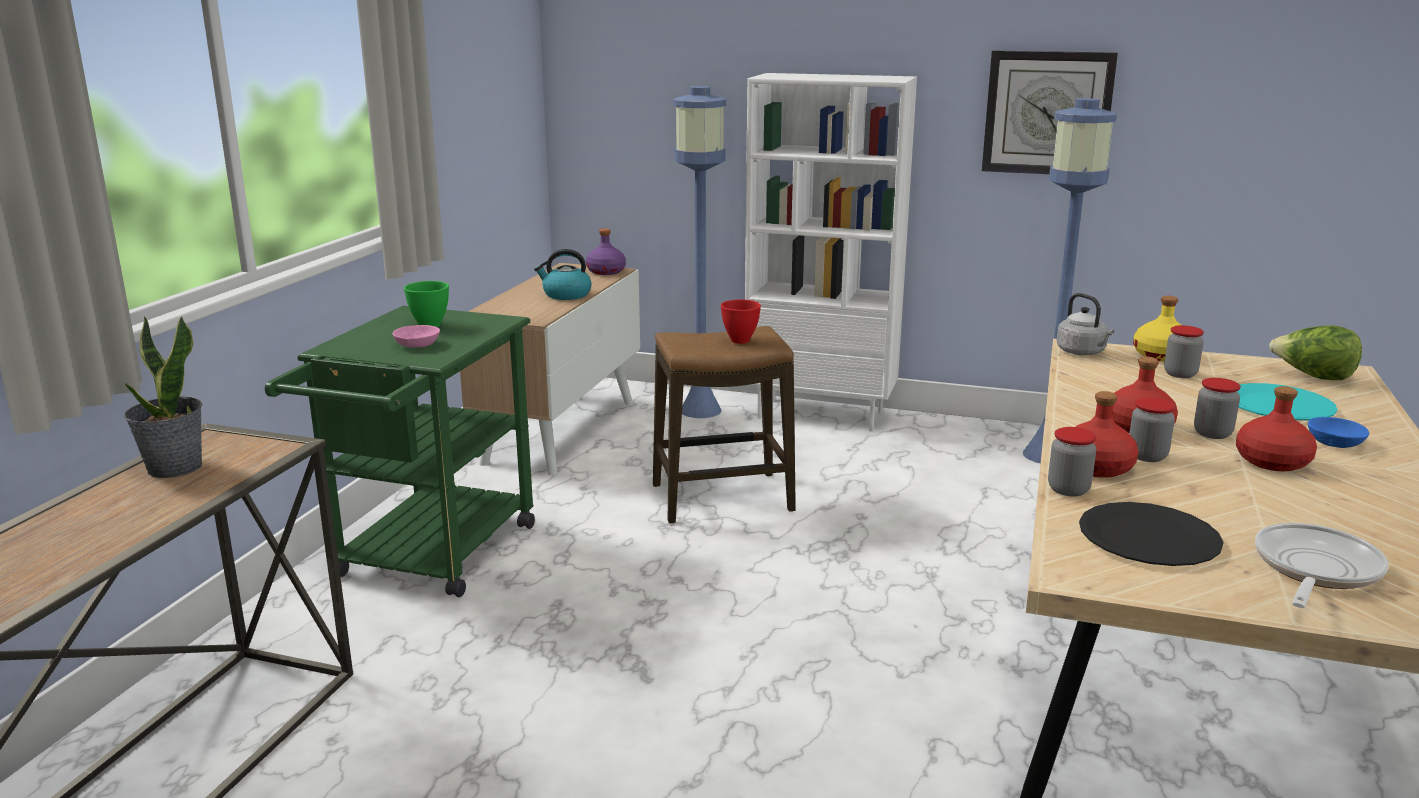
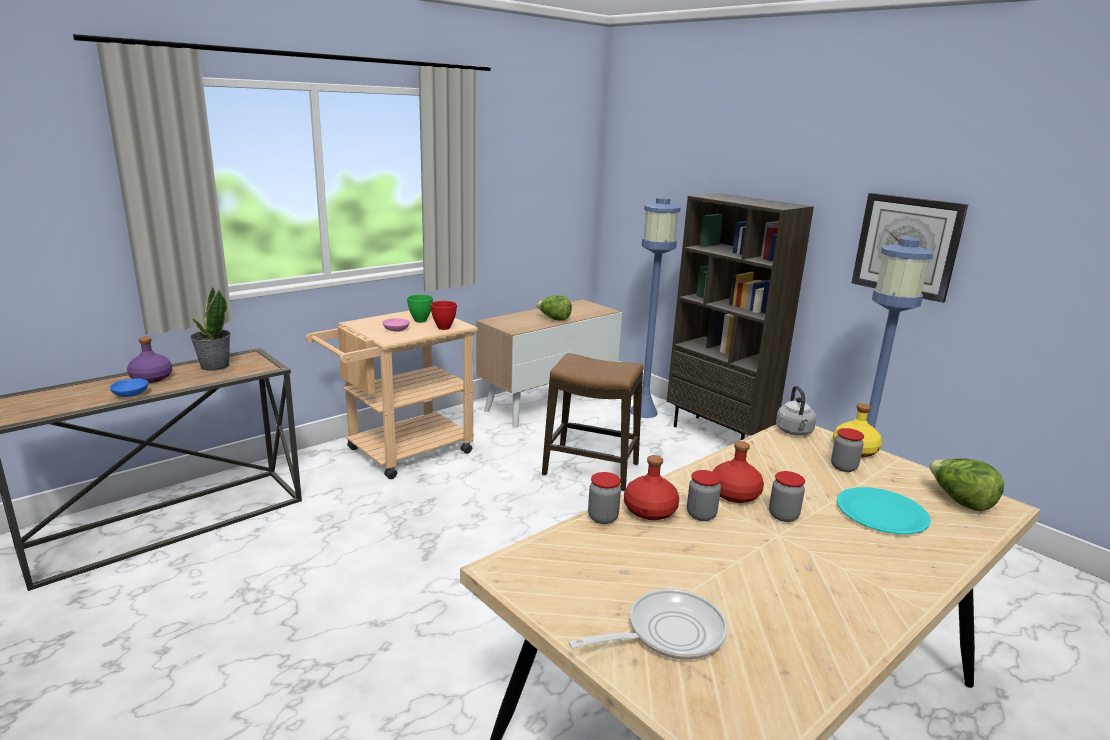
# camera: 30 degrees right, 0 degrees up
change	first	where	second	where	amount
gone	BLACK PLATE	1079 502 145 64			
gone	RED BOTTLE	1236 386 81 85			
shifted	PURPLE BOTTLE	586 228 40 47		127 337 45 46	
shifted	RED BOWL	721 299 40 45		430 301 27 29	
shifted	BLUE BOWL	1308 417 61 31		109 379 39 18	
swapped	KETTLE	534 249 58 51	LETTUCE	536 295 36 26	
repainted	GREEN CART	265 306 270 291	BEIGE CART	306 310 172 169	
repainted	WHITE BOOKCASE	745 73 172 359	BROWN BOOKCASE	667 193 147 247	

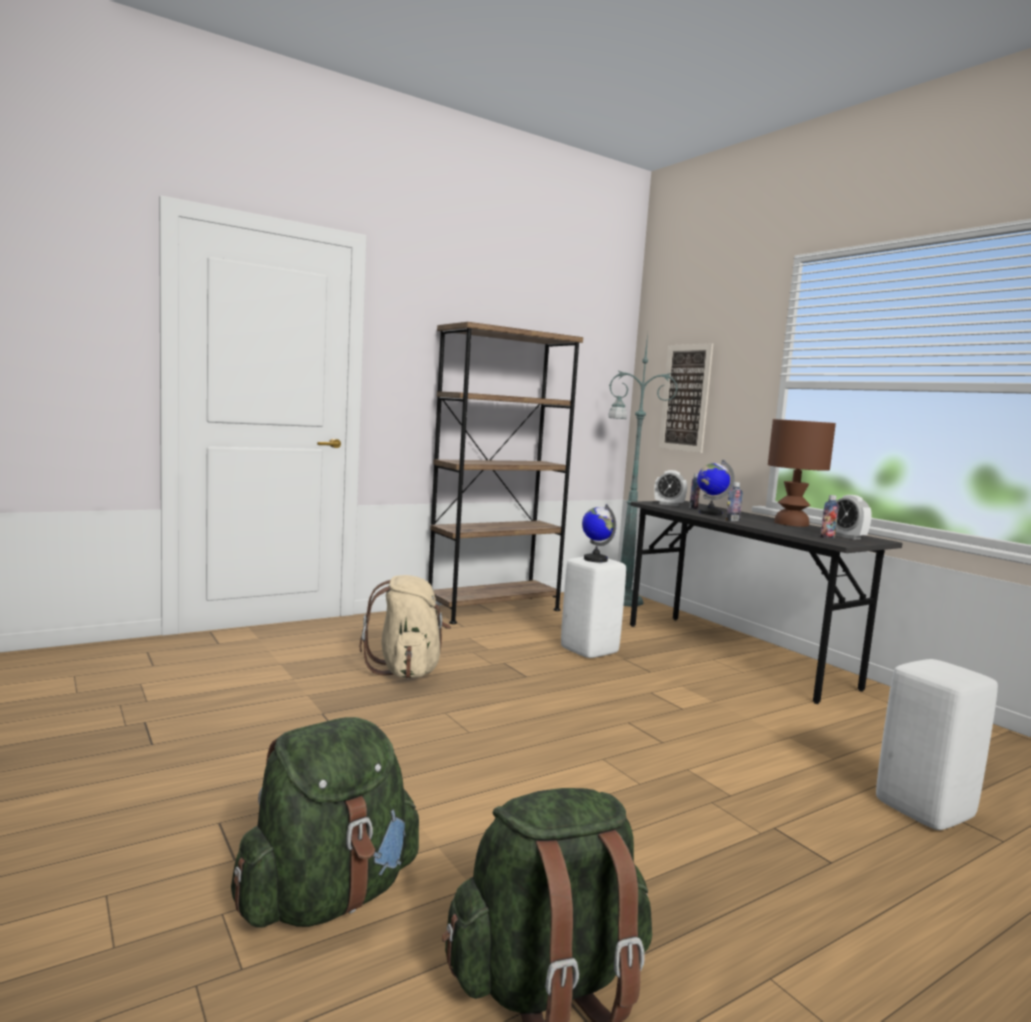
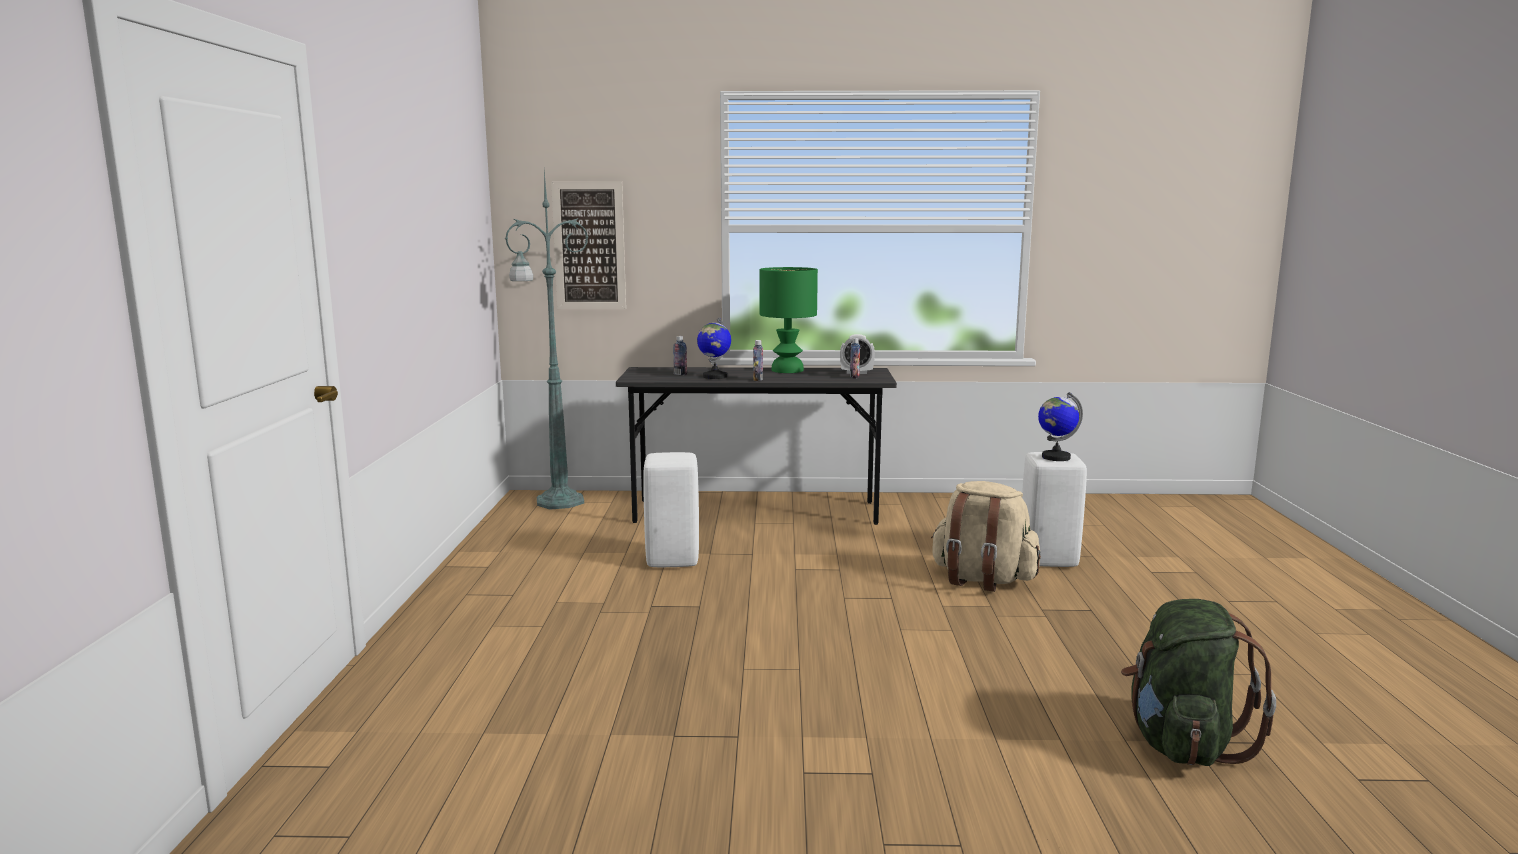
# camera: 55 degrees left, 5 degrees up
change	first	where	second	where	amount
gone	GREEN BACKPACK	231 717 188 211			
gone	BROWN BOOKCASE	428 322 155 302			
gone	ALARM CLOCK	654 470 33 36			
shifted	BEIGE BACKPACK	360 575 91 104		931 481 110 111	
shifted	GLOBE	582 504 34 59		1038 392 45 69	
repainted	BROWN TABLE LAMP	768 419 68 108	GREEN TABLE LAMP	760 267 58 106	

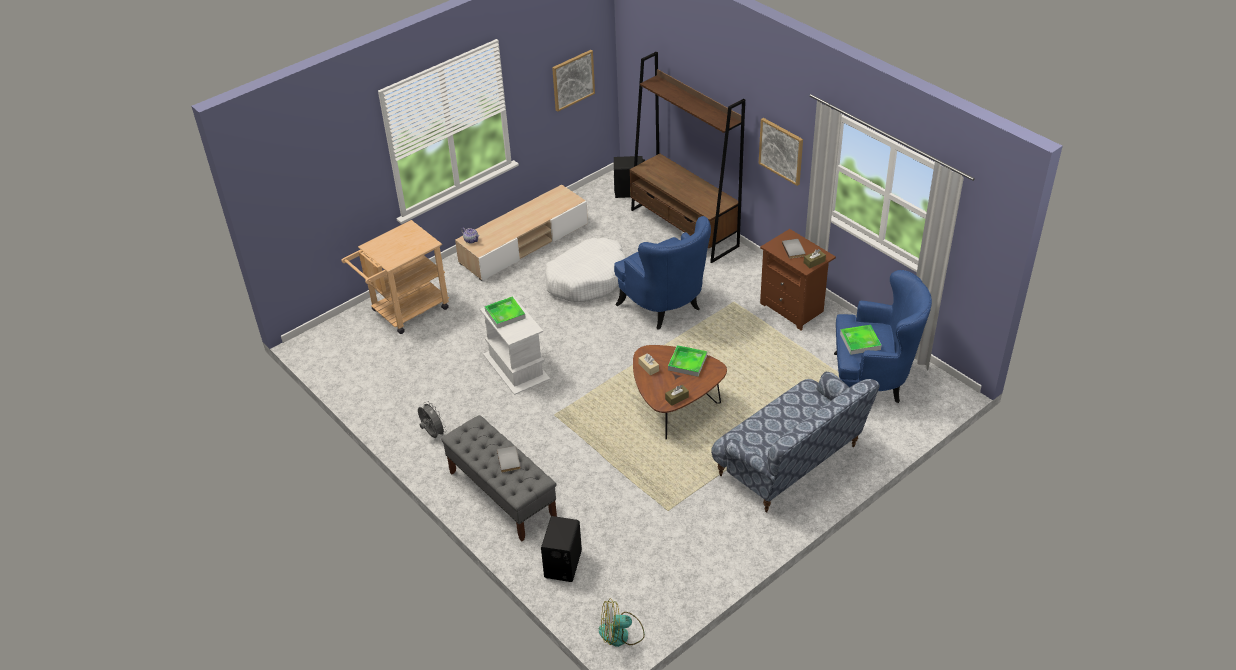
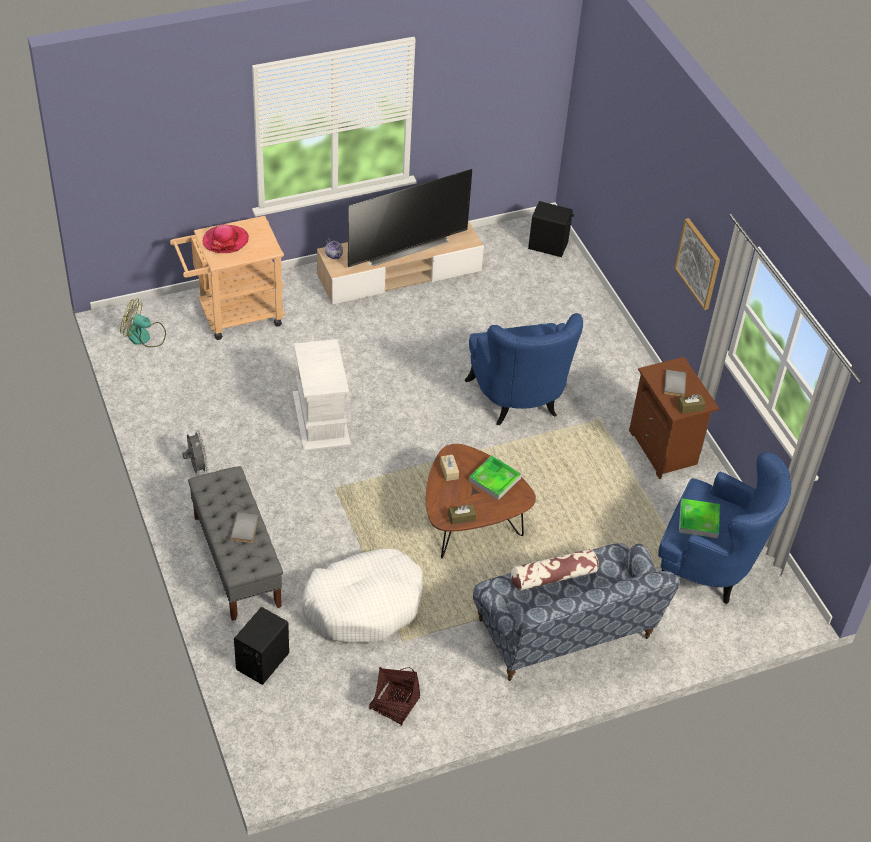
# camera: 15 degrees right, 5 degrees up
change	first	where	second	where	amount
gone	TRAY	484 297 42 32			
gone	PICTURE	552 50 43 62			
gone	BROWN BOOKCASE	630 52 115 211			
new			HAT	203 224 46 29	
new			TELEVISION	348 169 124 98	
new			BASKET	369 667 51 59	
new			PILLOW	511 549 88 42	
shifted	WHITE DOG BED	546 237 80 65		302 549 121 94	
shifted	FAN	599 598 46 49		120 299 46 48	

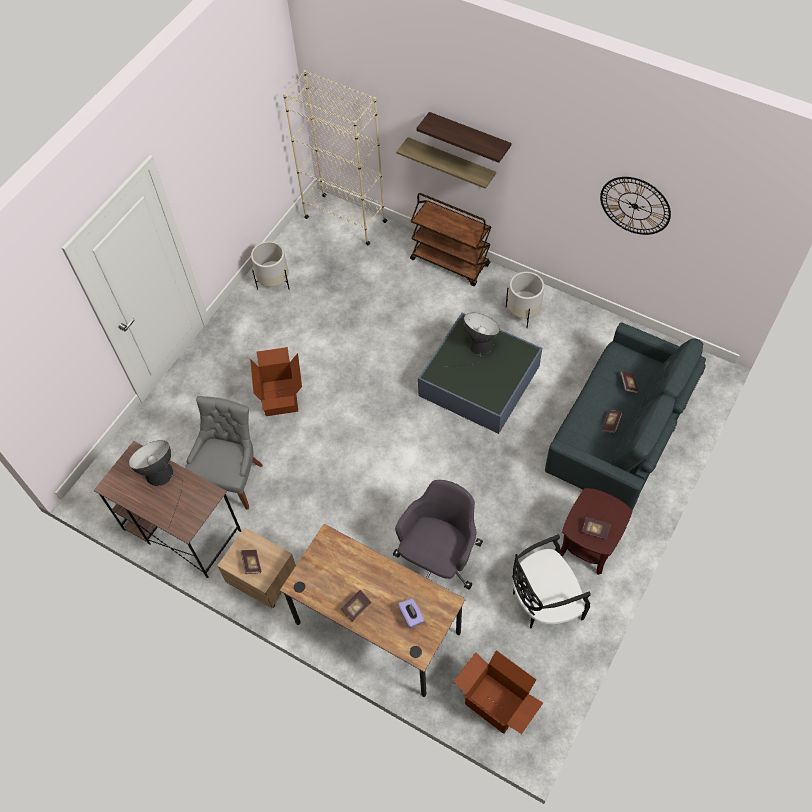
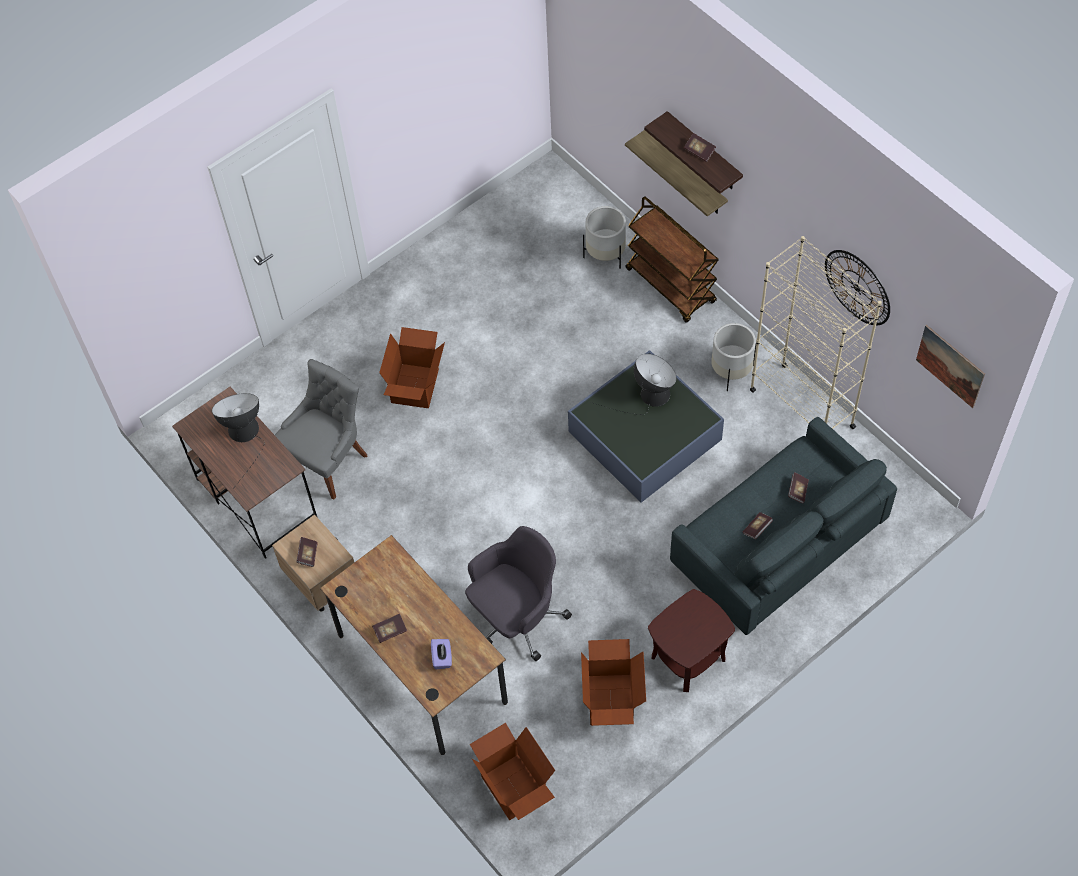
# camera: 20 degrees right, 0 degrees up
change	first	where	second	where	amount
new			PICTURE	916 325 69 83	
shifted	WHITE PLANTER	251 241 38 49		583 206 43 63	
shifted	BEIGE BOOKCASE	283 70 104 175		750 236 132 193	
shifted	BOOK	582 517 29 23		684 133 32 29	
swapped	BLACK CHAIR	512 534 79 95	CARDBOARD BOX	581 639 65 87	

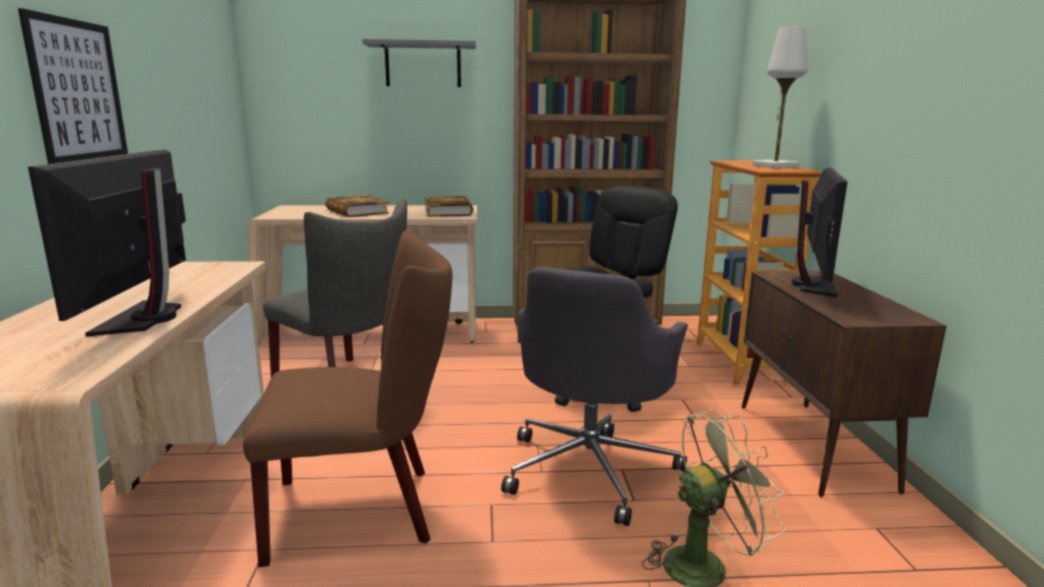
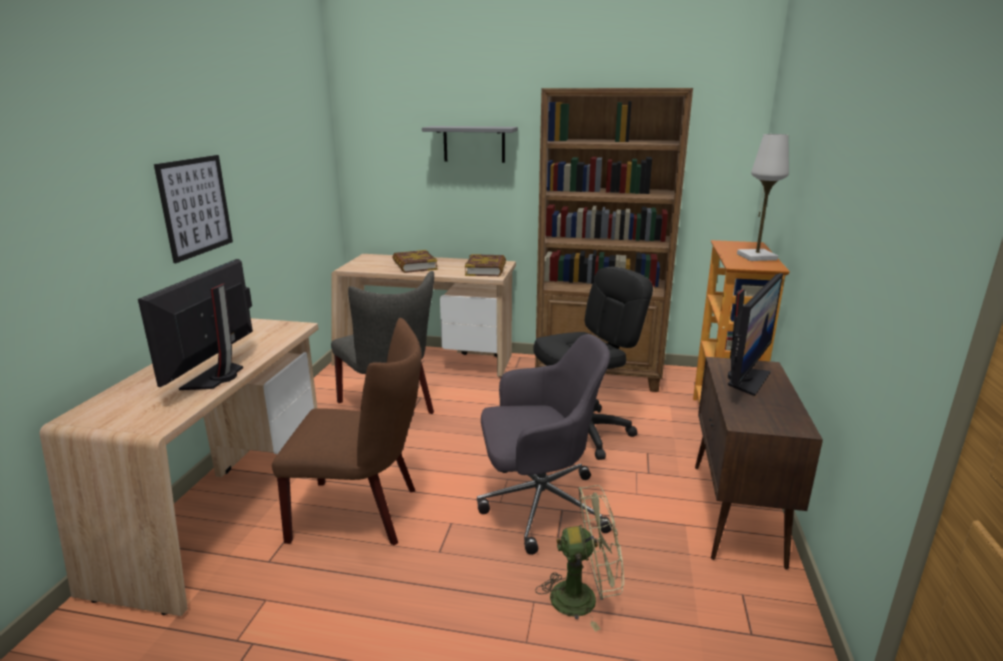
# camera: 15 degrees right, 5 degrees up
change	first	where	second	where	amount
rotated	GREY OFFICE CHAIR	501 267 187 259		477 334 135 221	135 degrees counterclockwise

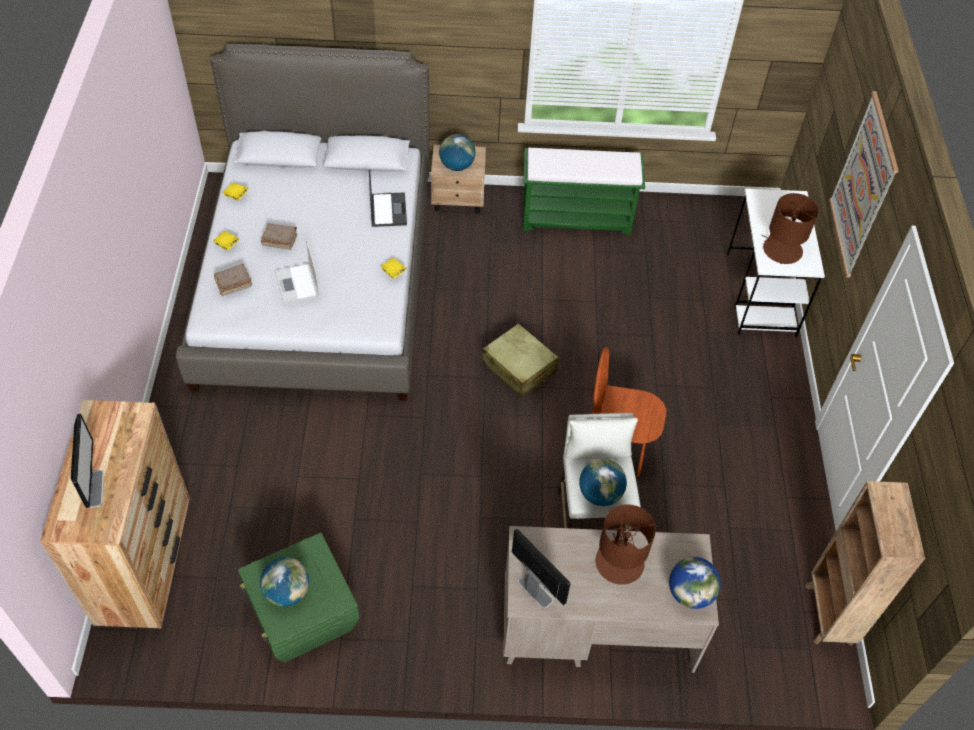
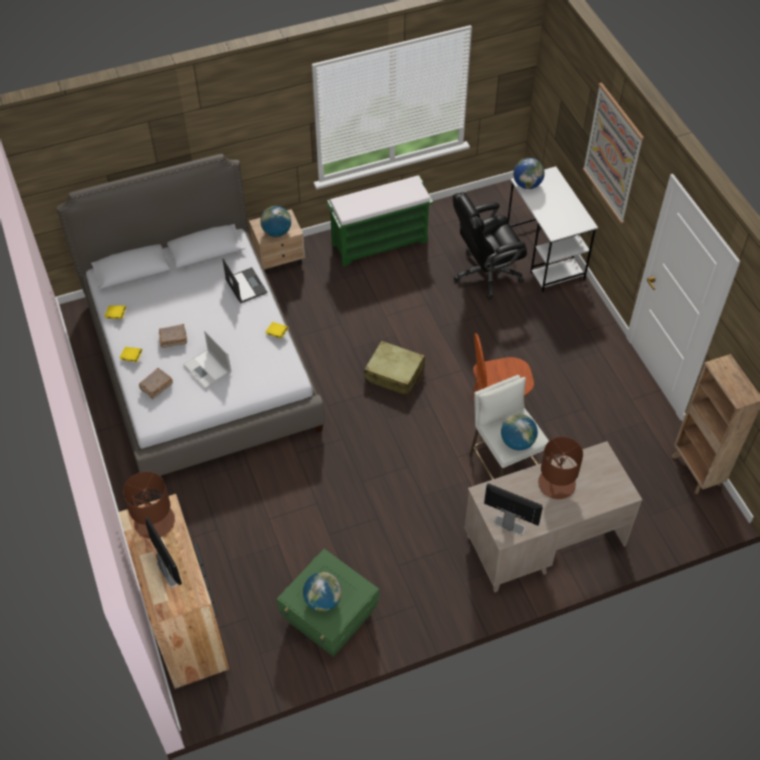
# camera: 20 degrees left, 0 degrees up
change	first	where	second	where	amount
new			BLACK OFFICE CHAIR	453 192 74 108	
shifted	GLOBE	669 557 52 52		513 158 32 31	
shifted	BROWN TABLE LAMP	762 193 57 71		123 472 52 67	

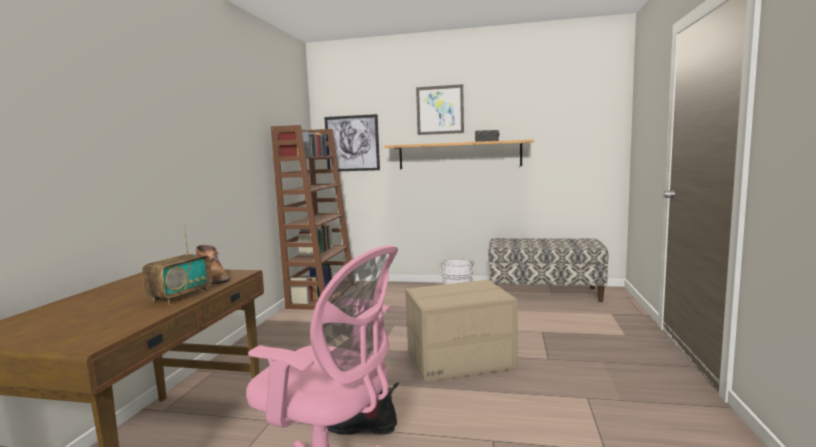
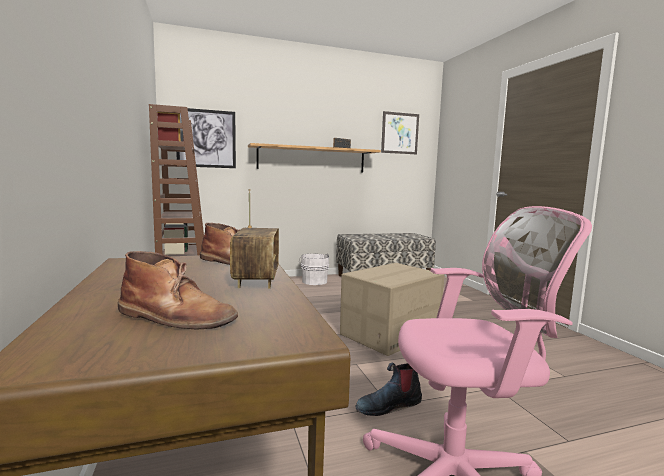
# camera: 30 degrees left, 0 degrees up
change	first	where	second	where	amount
new			BROWN BOOT	118 251 120 79	
shifted	PICTURE	416 84 48 51		381 111 38 43	

